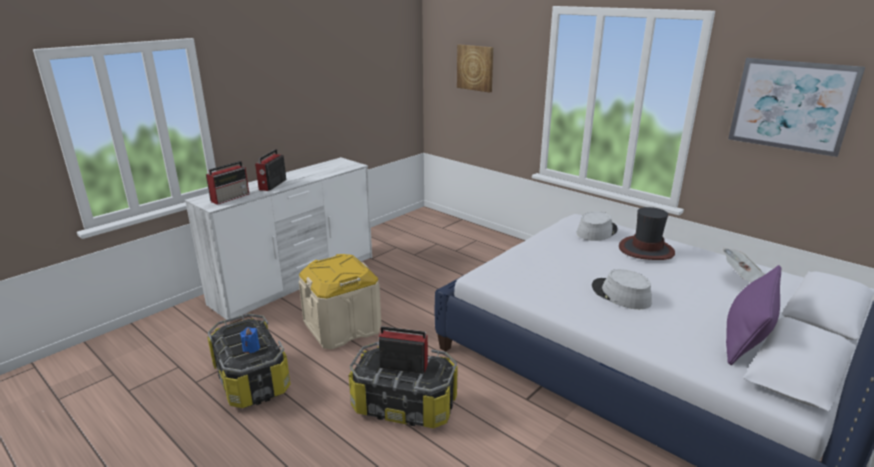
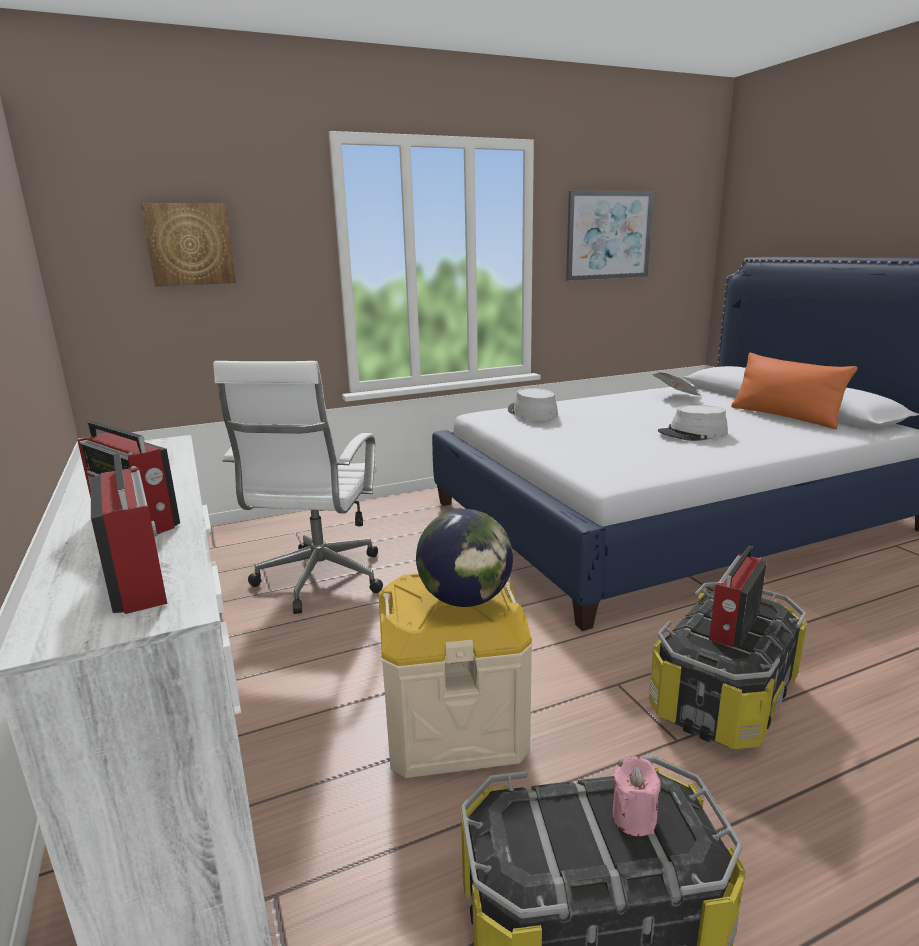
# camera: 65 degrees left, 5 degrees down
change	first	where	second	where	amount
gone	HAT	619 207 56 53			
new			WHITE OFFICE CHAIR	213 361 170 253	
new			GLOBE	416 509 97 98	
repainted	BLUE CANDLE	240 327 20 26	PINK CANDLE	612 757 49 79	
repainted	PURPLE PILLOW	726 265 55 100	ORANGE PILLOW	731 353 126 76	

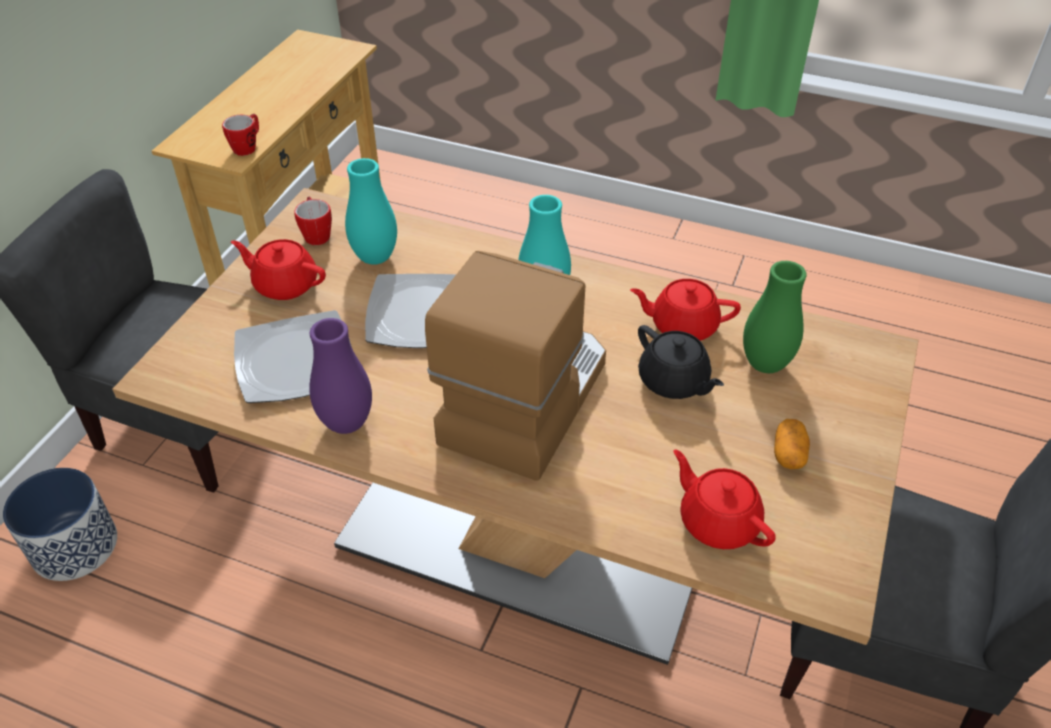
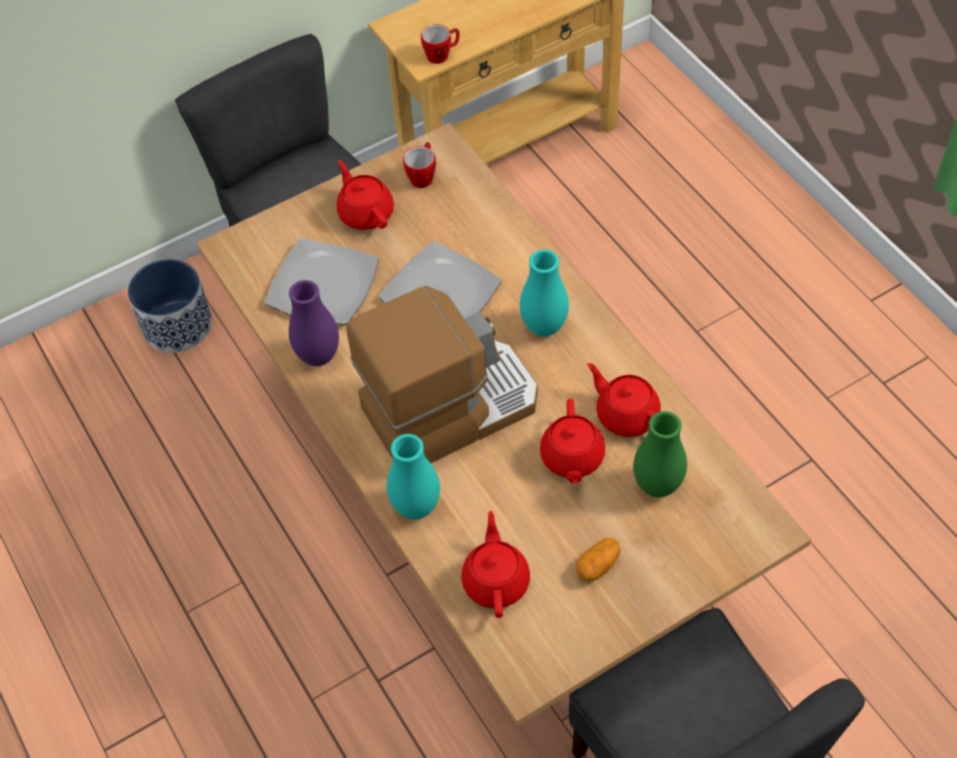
# camera: 40 degrees right, 10 degrees up
change	first	where	second	where	amount
shifted	TURQUOISE VASE	345 158 52 107		387 434 53 85	
repainted	BLACK TEAPOT	638 325 86 74	RED TEAPOT	540 399 65 85	

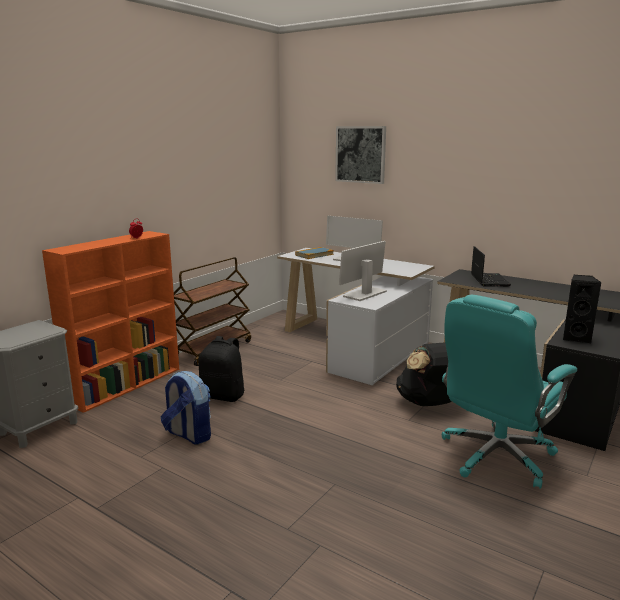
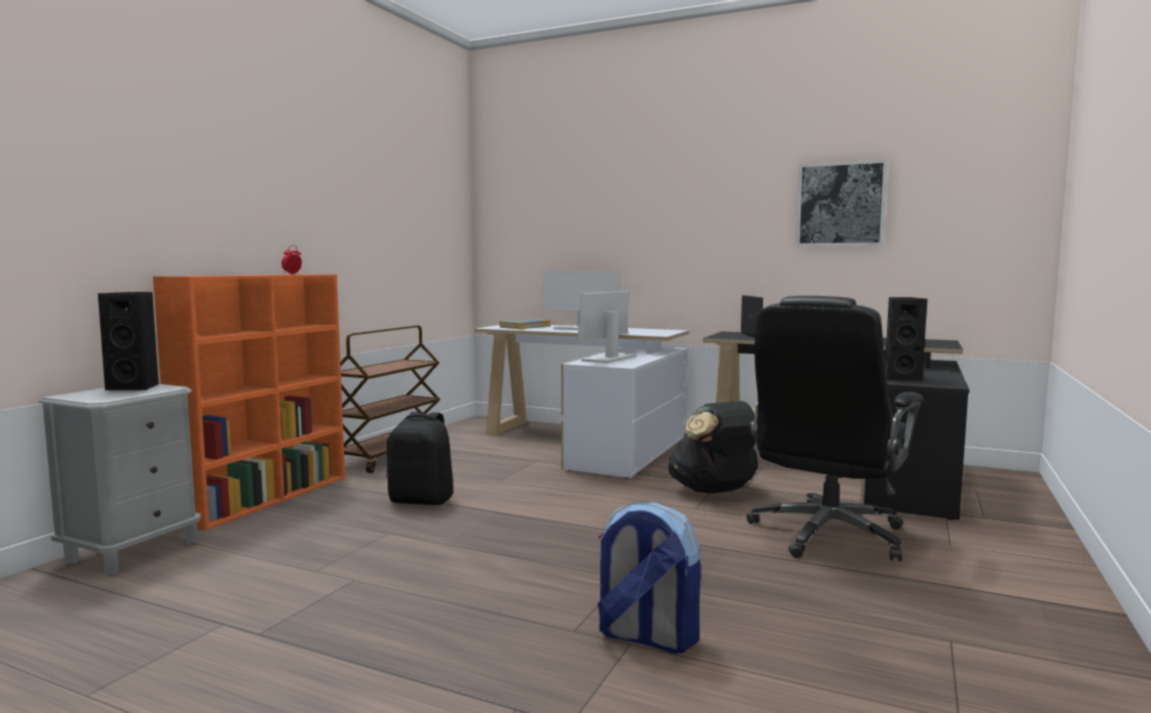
# camera: 10 degrees left, 10 degrees down
change	first	where	second	where	amount
new			BLACK SPEAKER	98 292 61 99	
shifted	BACKPACK	161 371 50 73		598 502 103 152	
shifted	PICTURE	335 126 51 58		796 159 91 87	
repainted	TURQUOISE OFFICE CHAIR	442 295 135 194	BLACK OFFICE CHAIR	747 296 176 265	

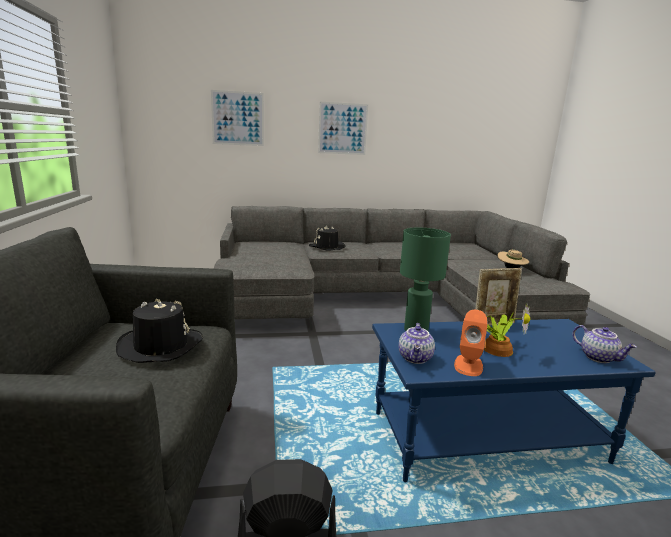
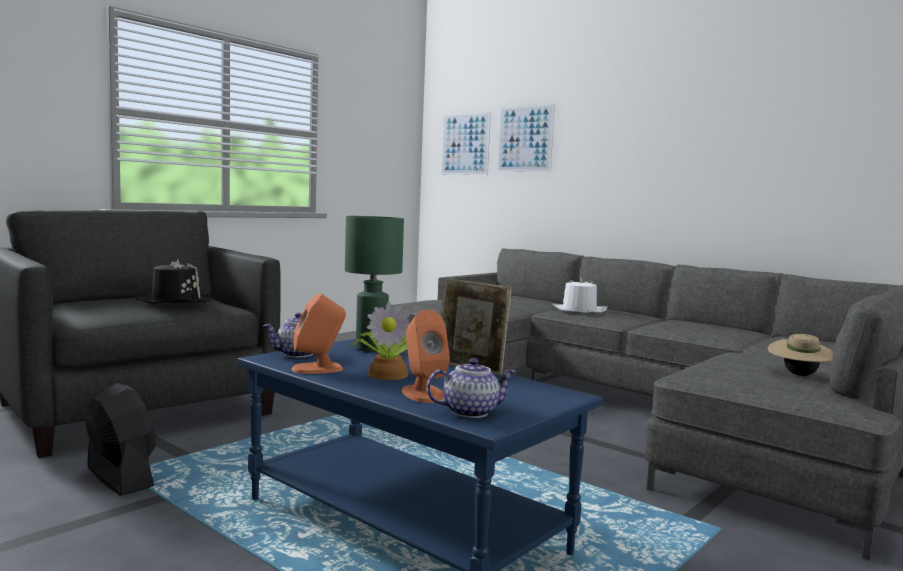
# camera: 50 degrees right, 10 degrees down
change	first	where	second	where	amount
new			ORANGE SPEAKER	402 310 48 93	
shifted	PICTURE	318 102 50 53		441 112 50 63	
repainted	BLACK HAT	309 226 37 25	WHITE HAT	553 277 54 36	
rotated	TEAPOT	572 325 65 38		426 358 91 60	120 degrees counterclockwise

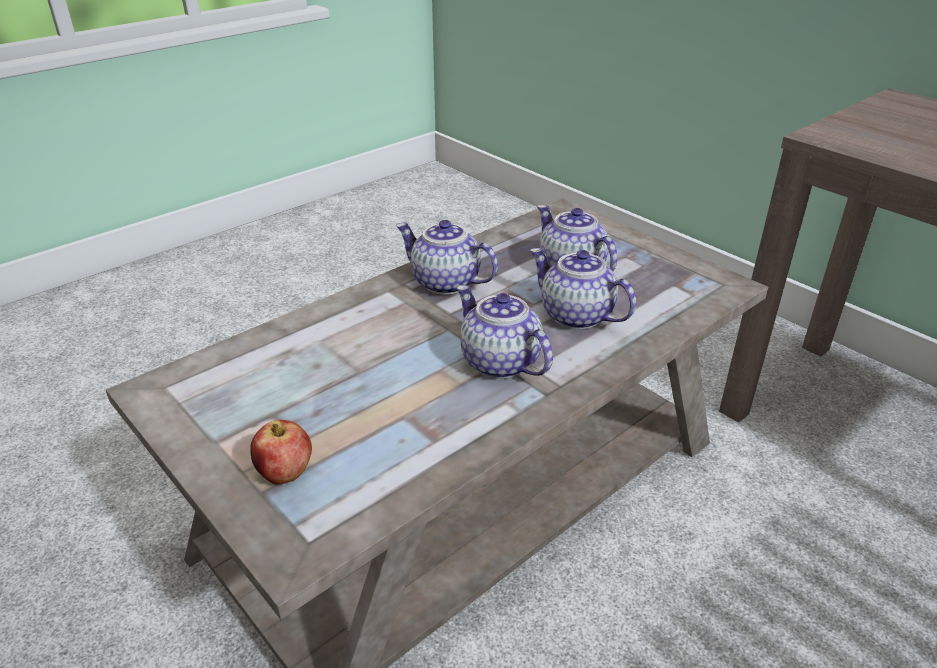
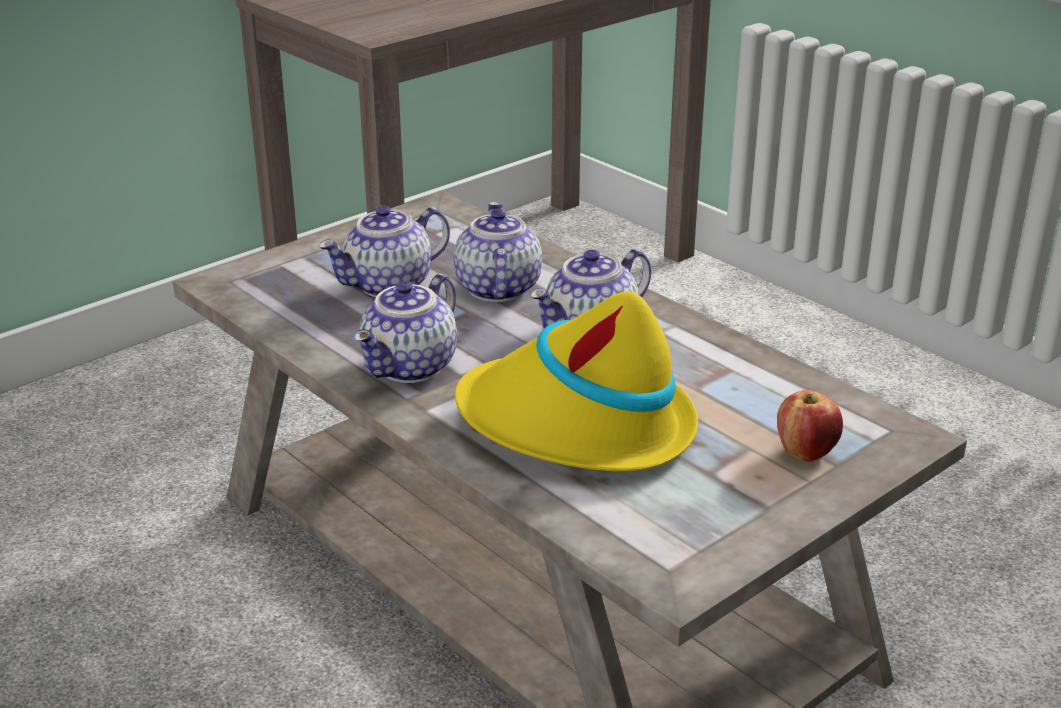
# camera: 90 degrees left, 5 degrees down
change	first	where	second	where	amount
new			YELLOW HAT	455 291 243 180	
rotated	TEAPOT	530 248 106 82		454 202 88 100	135 degrees clockwise

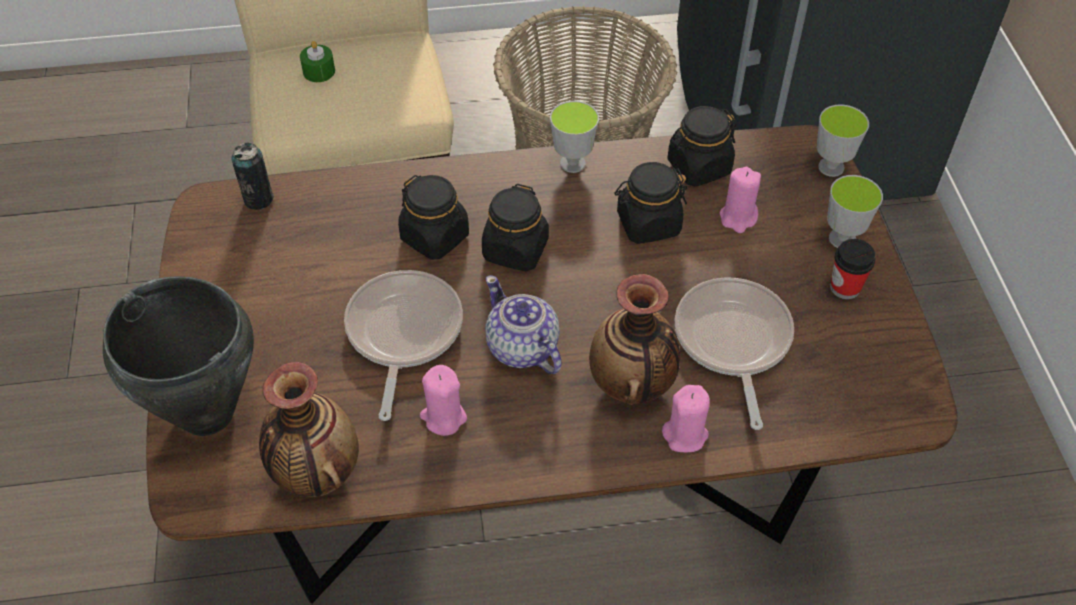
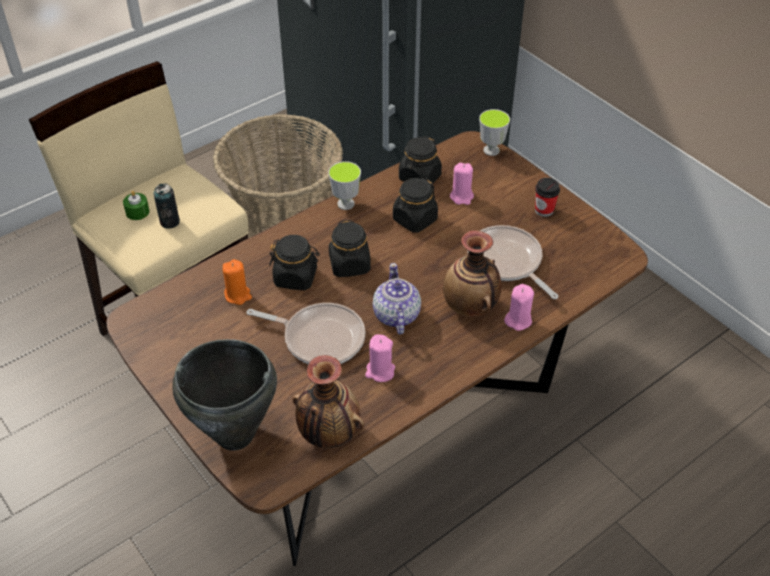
# camera: 30 degrees left, 5 degrees down
change	first	where	second	where	amount
gone	CUP	827 175 56 73			
new			ORANGE CANDLE	223 259 29 46	
shifted	CAN	231 143 43 67		153 183 27 46	
rotated	FRYING PAN	344 270 119 151		247 303 118 61	135 degrees clockwise
rotated	TEAPOT	485 275 77 99		373 263 48 71	60 degrees clockwise

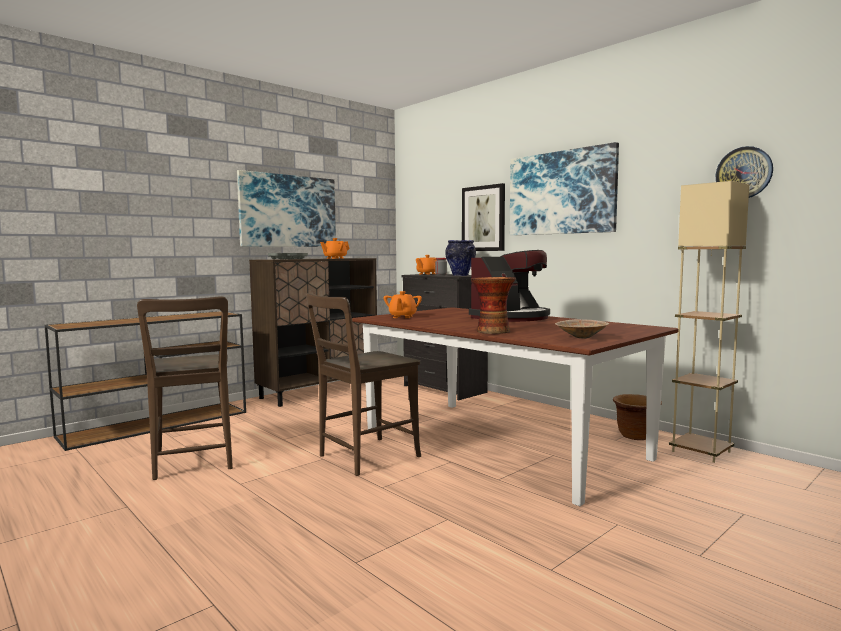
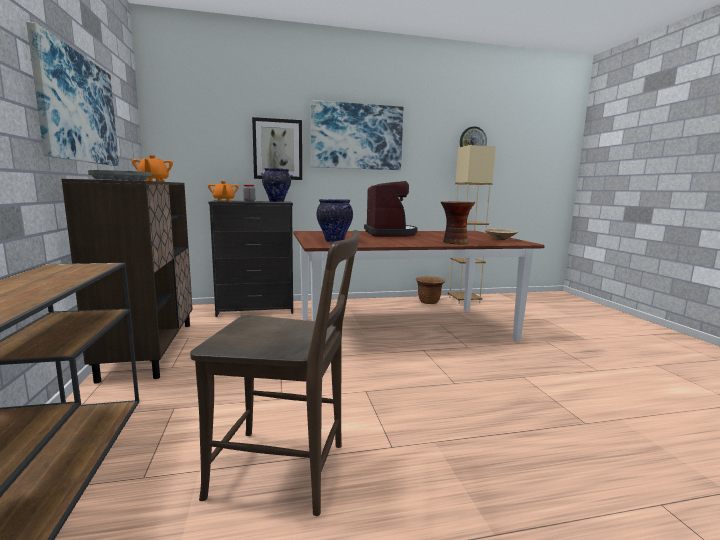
# camera: 60 degrees left, 5 degrees up
change	first	where	second	where	amount
gone	BROWN CHAIR	306 293 115 183			
swapped	ORANGE TEAPOT	384 291 38 27	VASE	317 199 36 43	

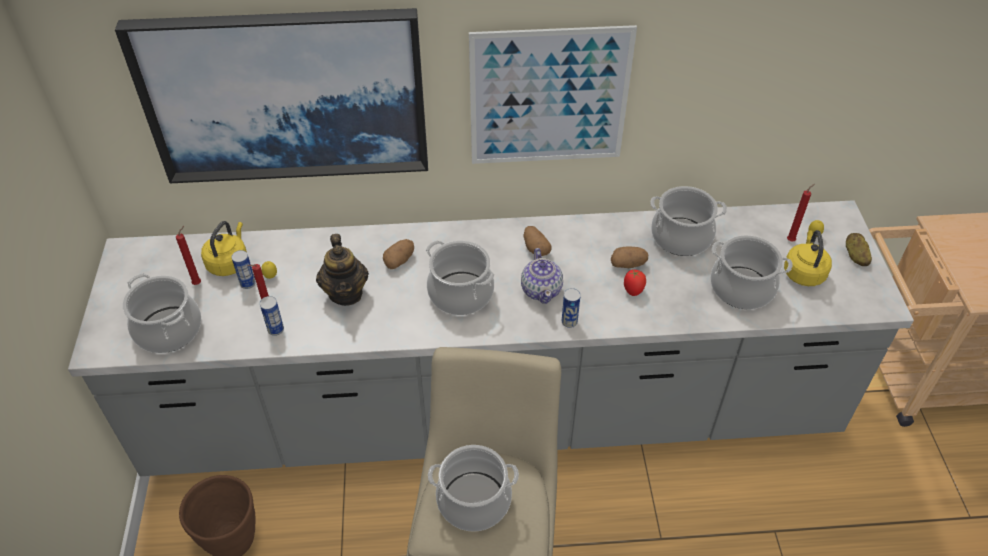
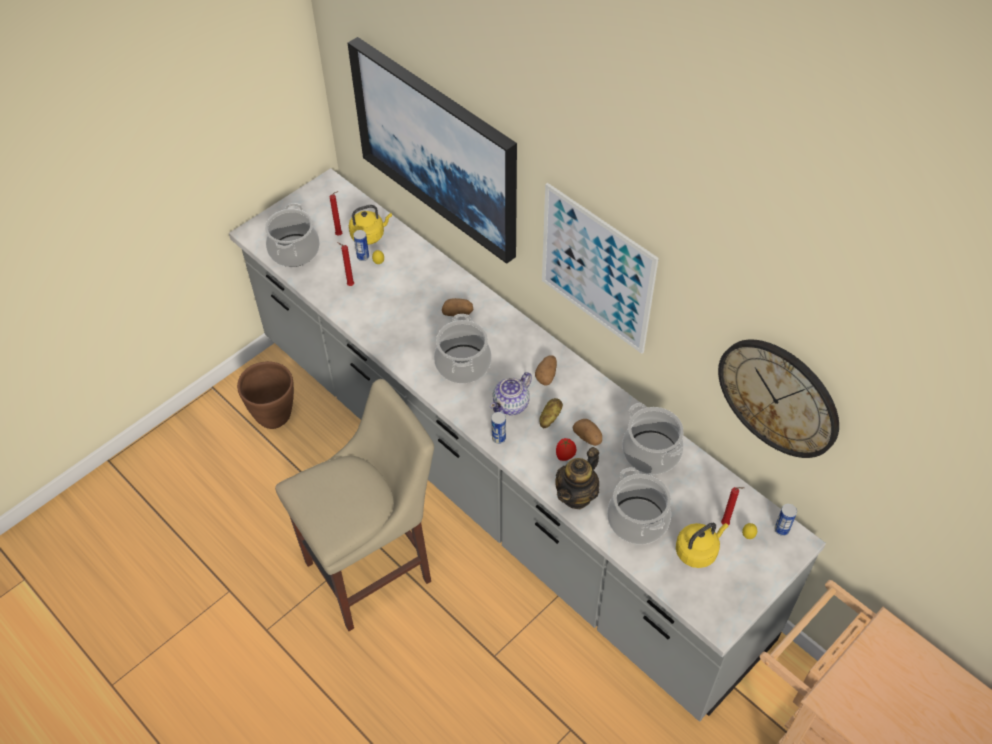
# camera: 50 degrees right, 5 degrees up
change	first	where	second	where	amount
gone	COOKING POT	428 445 91 87			
new			WALL CLOCK	718 339 121 119	
shifted	CAN	260 296 24 40		774 504 23 32	
shifted	TEAPOT	316 234 53 72		555 447 44 62	
shifted	POTATO	846 233 26 33		539 398 24 30	

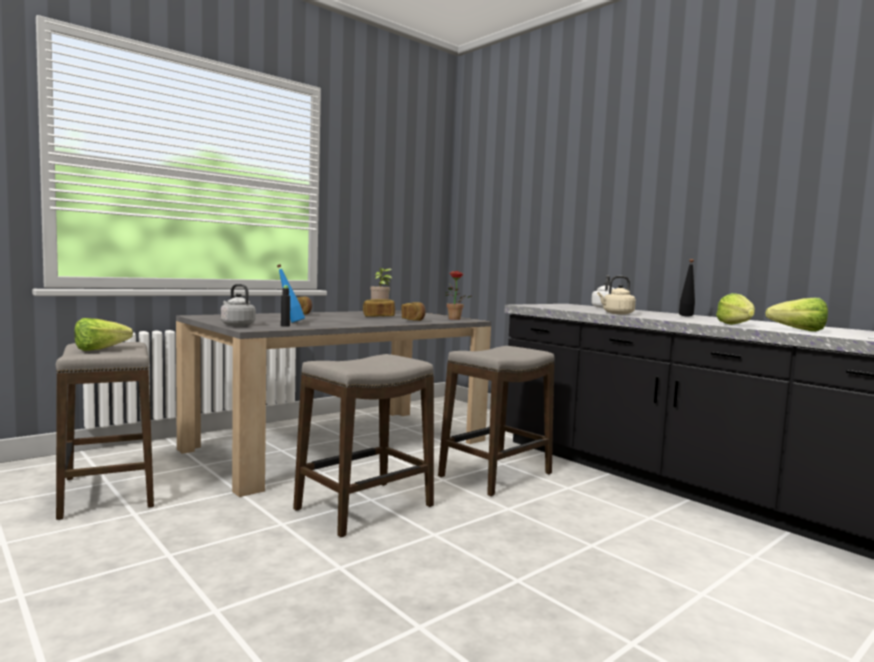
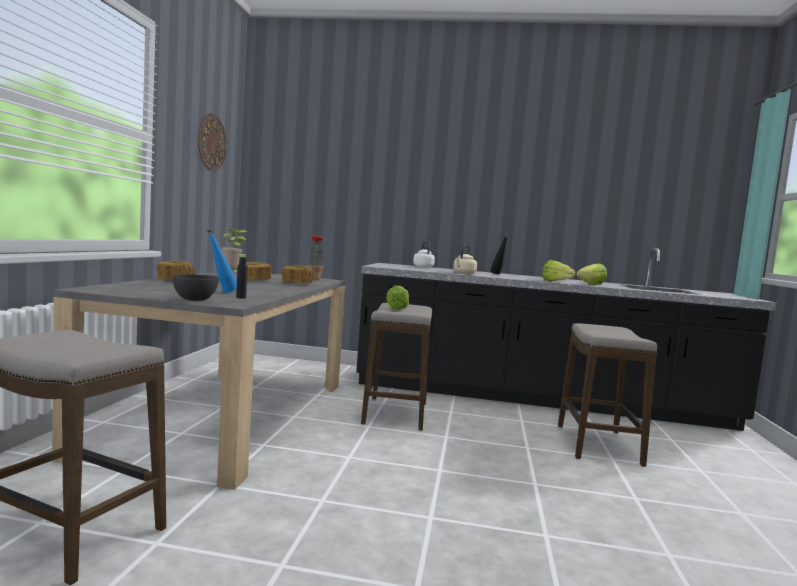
# camera: 40 degrees left, 0 degrees up
change	first	where	second	where	amount
new			WALL CLOCK	198 113 29 59	
shifted	LETTUCE	74 318 59 33		386 286 23 24	
shifted	STOOL	293 354 141 184		558 323 100 144	
swapped	GREY KETTLE	221 284 35 42	GREY BOWL	172 274 47 27	

